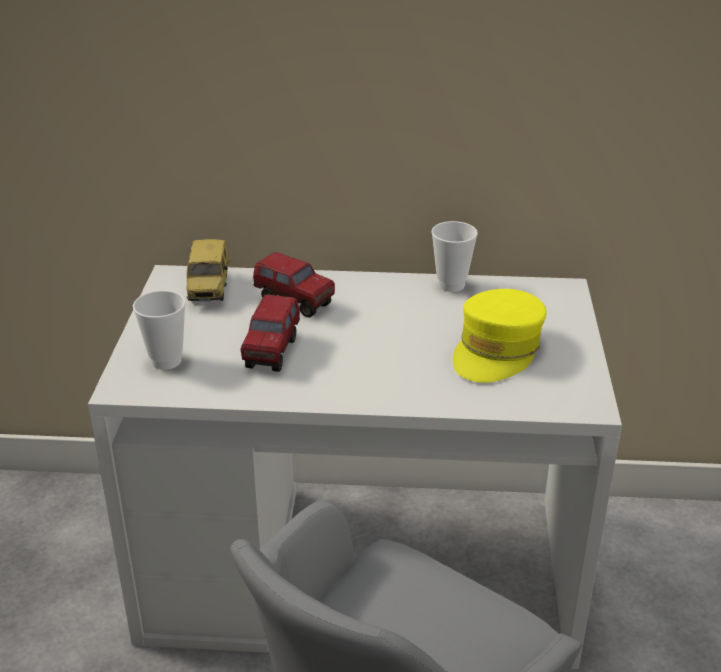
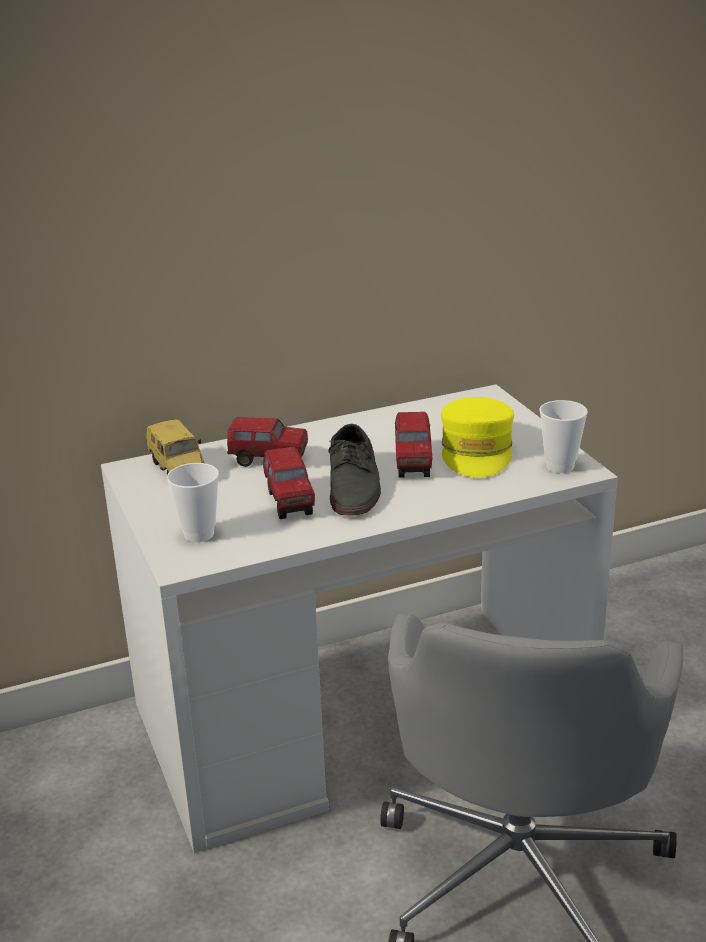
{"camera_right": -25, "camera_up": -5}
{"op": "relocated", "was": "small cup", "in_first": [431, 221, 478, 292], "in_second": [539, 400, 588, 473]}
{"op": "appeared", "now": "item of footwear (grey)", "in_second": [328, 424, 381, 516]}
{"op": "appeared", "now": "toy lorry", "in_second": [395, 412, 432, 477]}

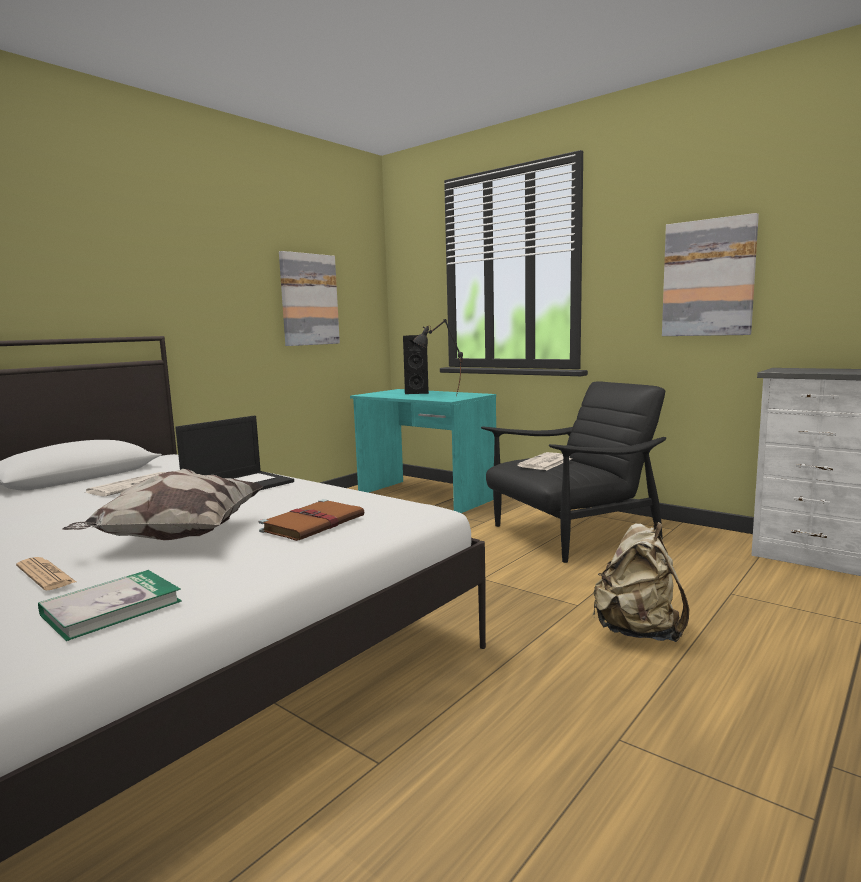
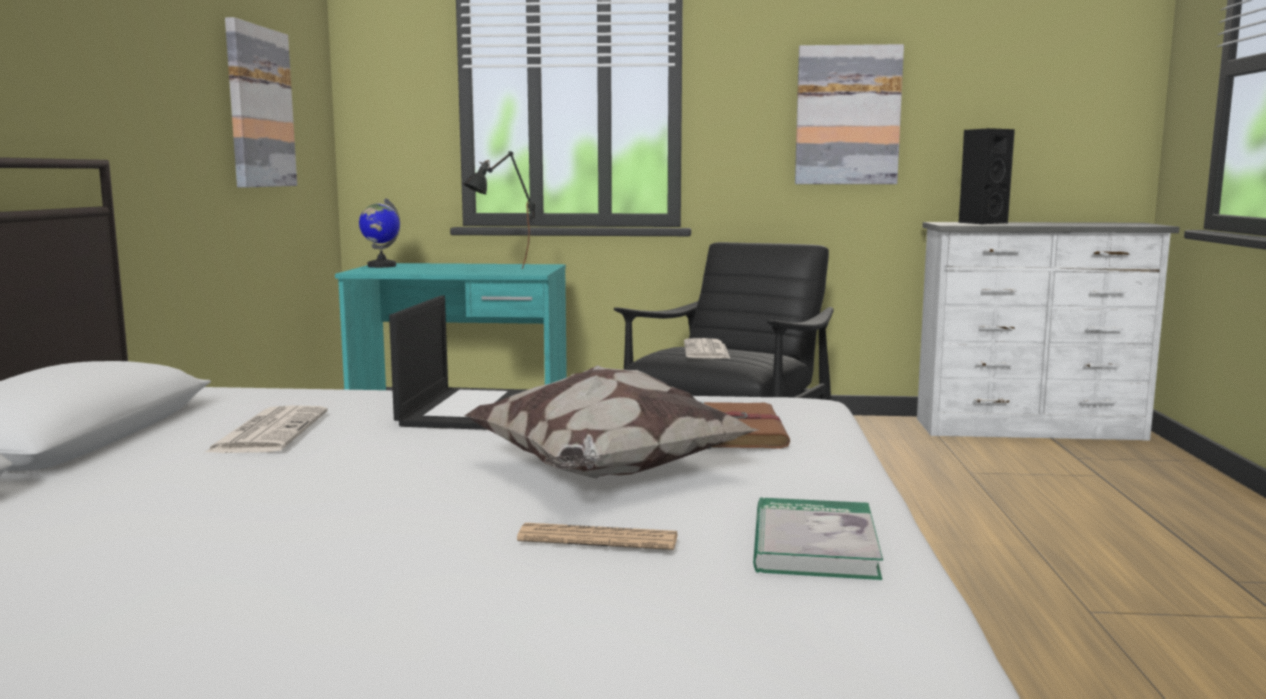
{"camera_right": -35, "camera_up": 0}
{"op": "relocated", "was": "audio speaker (blackish)", "in_first": [403, 335, 429, 394], "in_second": [959, 128, 1015, 224]}
{"op": "missing", "was": "rucksack (beige)", "in_first": [592, 522, 689, 642]}
{"op": "appeared", "now": "desk globe", "in_second": [359, 198, 400, 268]}

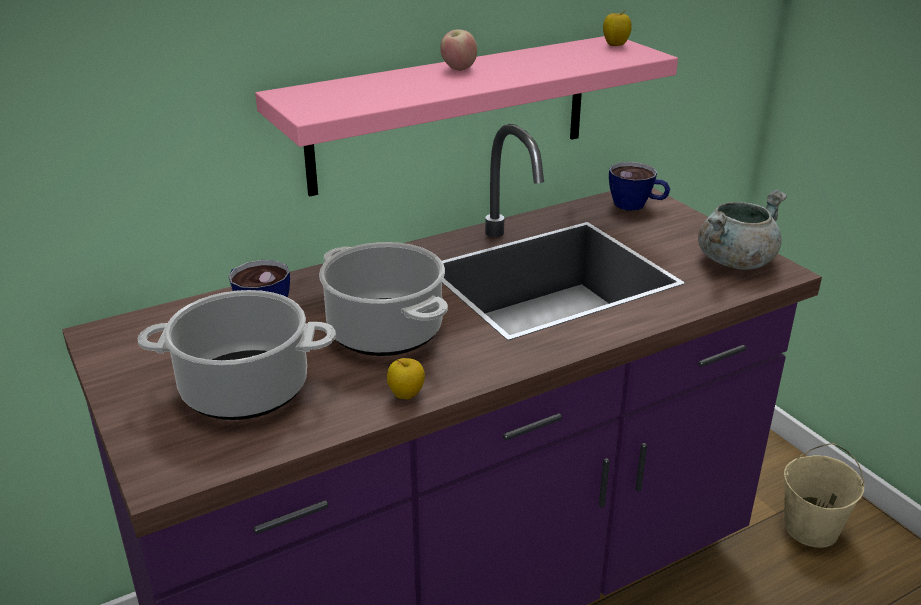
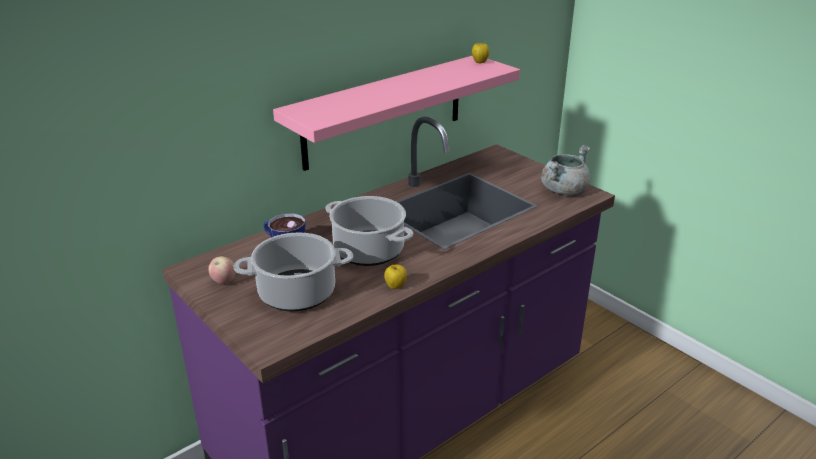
{"camera_right": -10, "camera_up": 0}
{"op": "relocated", "was": "whole apple", "in_first": [440, 29, 477, 71], "in_second": [208, 256, 236, 284]}
{"op": "missing", "was": "small cup", "in_first": [609, 162, 670, 211]}
{"op": "missing", "was": "pail (beige)", "in_first": [784, 443, 865, 548]}

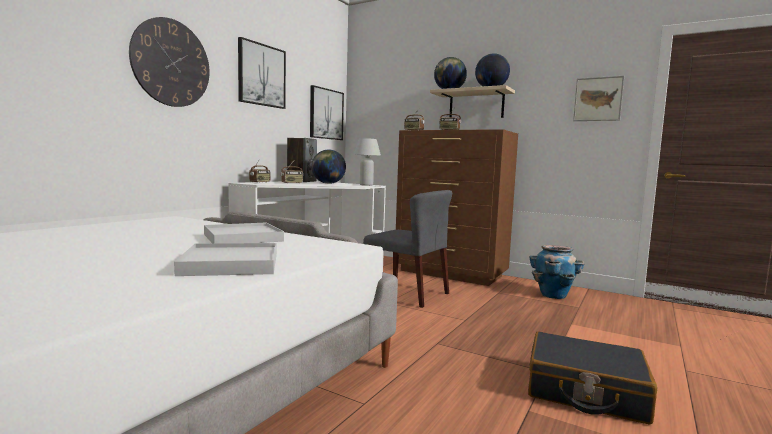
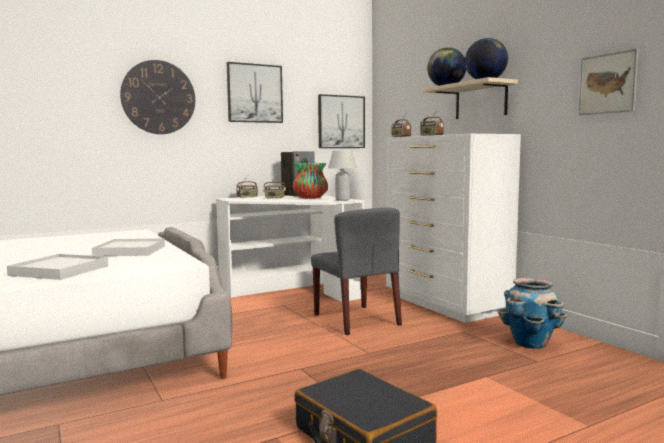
{"camera_right": 30, "camera_up": 0}
{"op": "exchanged", "was": "desk globe", "now": "flower vase", "in_first": [312, 150, 346, 184], "in_second": [293, 163, 328, 199]}
{"op": "colour", "was": "chest of drawers (brown)", "now": "chest of drawers (white-coloured)", "in_first": [396, 129, 518, 286], "in_second": [386, 134, 521, 323]}

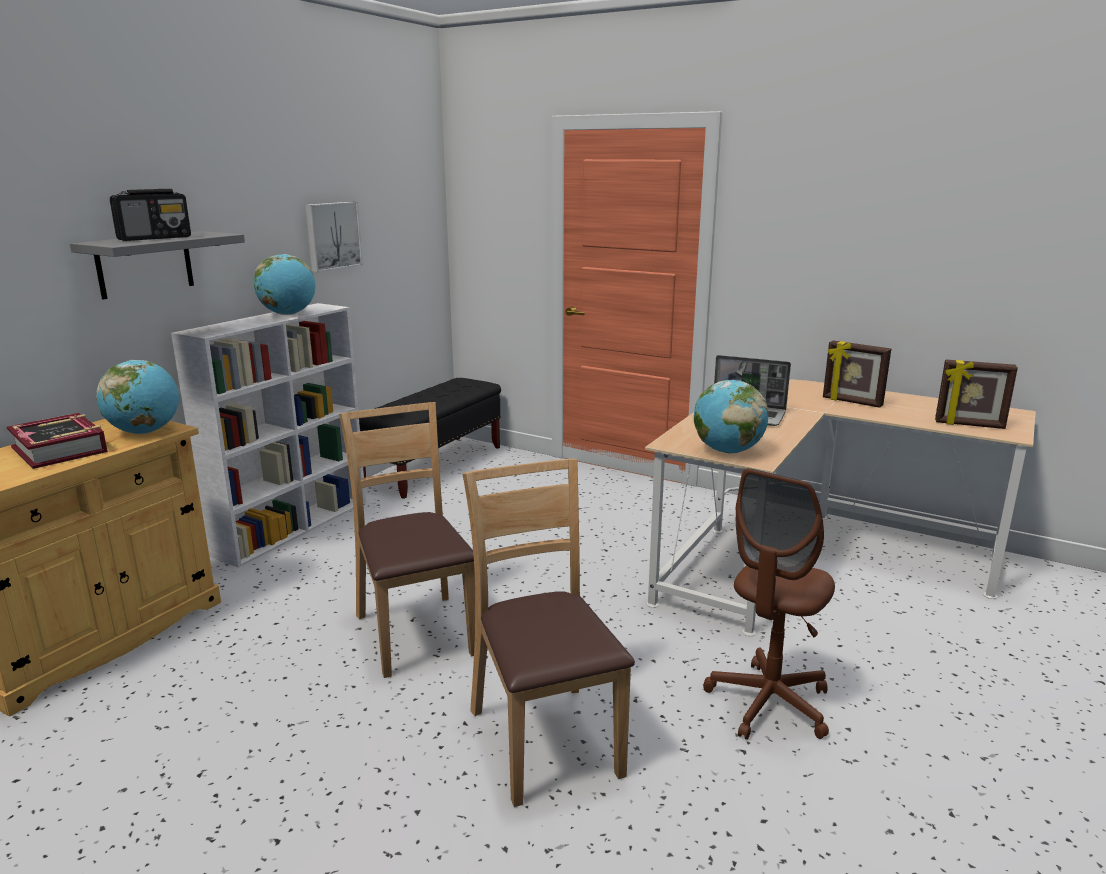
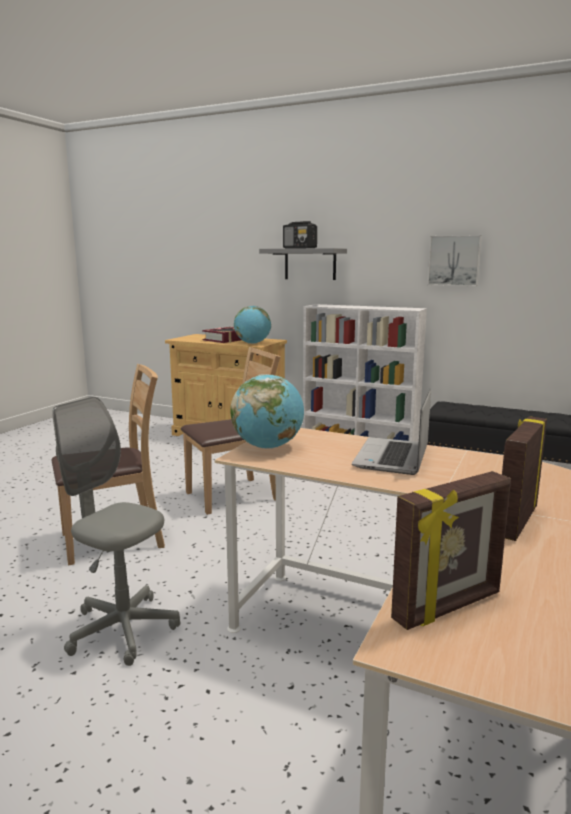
{"camera_right": 85, "camera_up": -5}
{"op": "missing", "was": "desk globe", "in_first": [254, 254, 315, 315]}
{"op": "colour", "was": "desk chair (brown)", "now": "desk chair (grey)", "in_first": [703, 468, 835, 740], "in_second": [52, 397, 180, 666]}
{"op": "spun", "was": "photo frame", "in_first": [935, 360, 1018, 429], "in_second": [391, 471, 511, 630], "clockwise": -135}

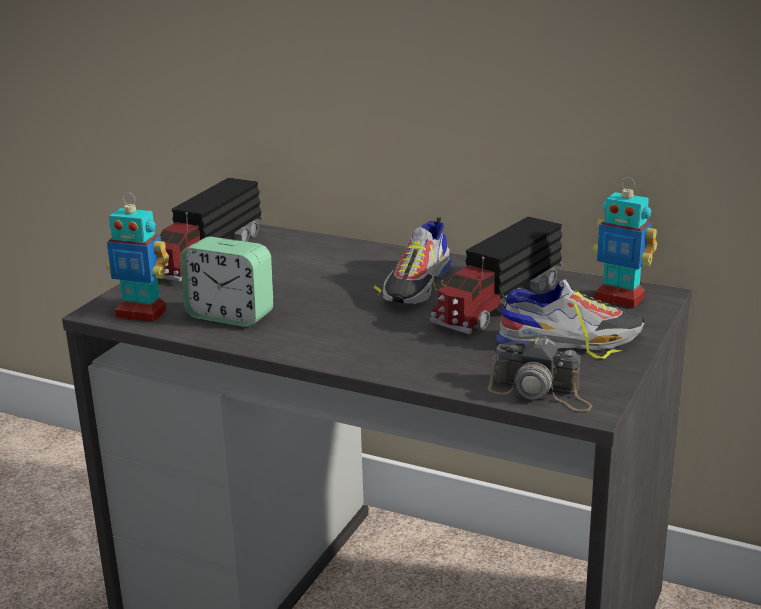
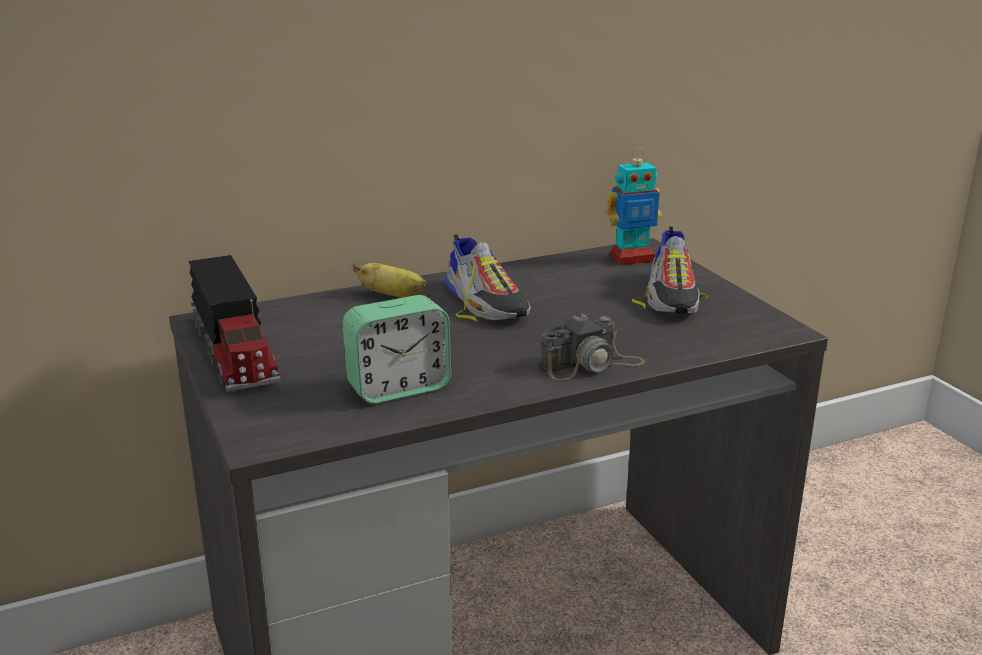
{"camera_right": -50, "camera_up": 0}
{"op": "missing", "was": "model robot", "in_first": [106, 192, 169, 322]}
{"op": "missing", "was": "toy lorry", "in_first": [429, 216, 563, 334]}
{"op": "relocated", "was": "still camera", "in_first": [488, 338, 592, 411], "in_second": [541, 314, 645, 380]}
{"op": "spun", "was": "item of footwear", "in_first": [496, 279, 645, 359], "in_second": [632, 227, 708, 314], "clockwise": 150}
{"op": "appeared", "now": "banana", "in_second": [353, 262, 426, 297]}

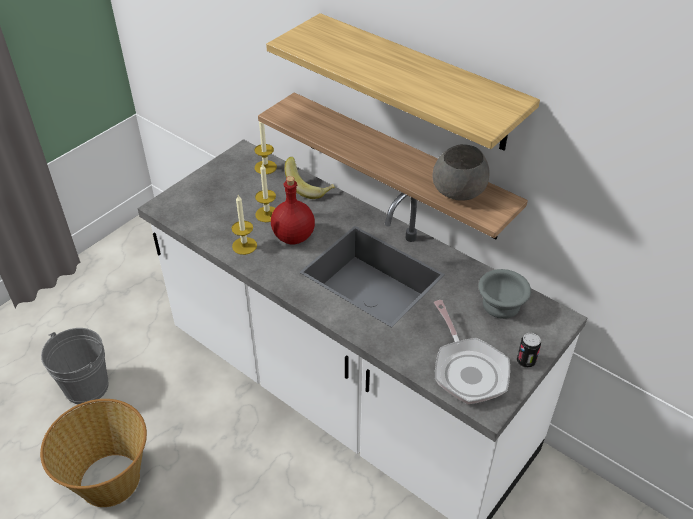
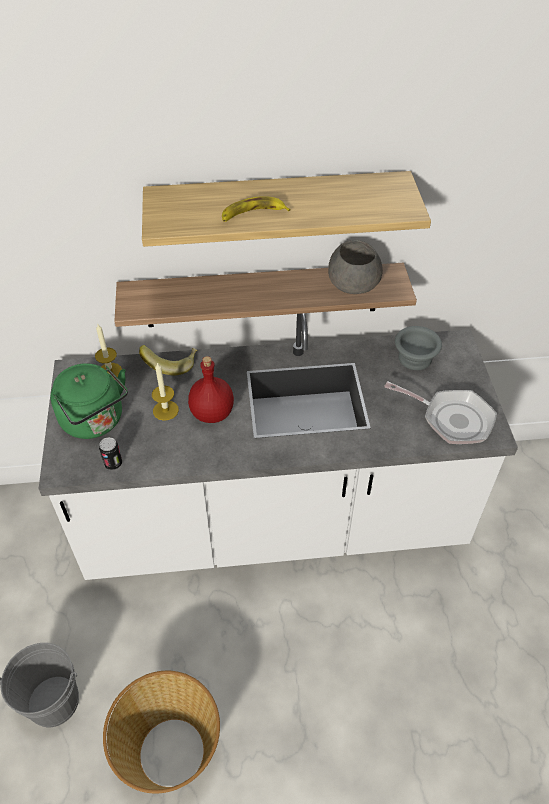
{"camera_right": -45, "camera_up": 5}
{"op": "missing", "was": "candle", "in_first": [232, 195, 257, 255]}
{"op": "relocated", "was": "metal can", "in_first": [517, 333, 541, 368], "in_second": [99, 437, 122, 470]}
{"op": "appeared", "now": "kettle (greenish)", "in_second": [51, 363, 128, 439]}
{"op": "appeared", "now": "banana", "in_second": [222, 196, 291, 222]}

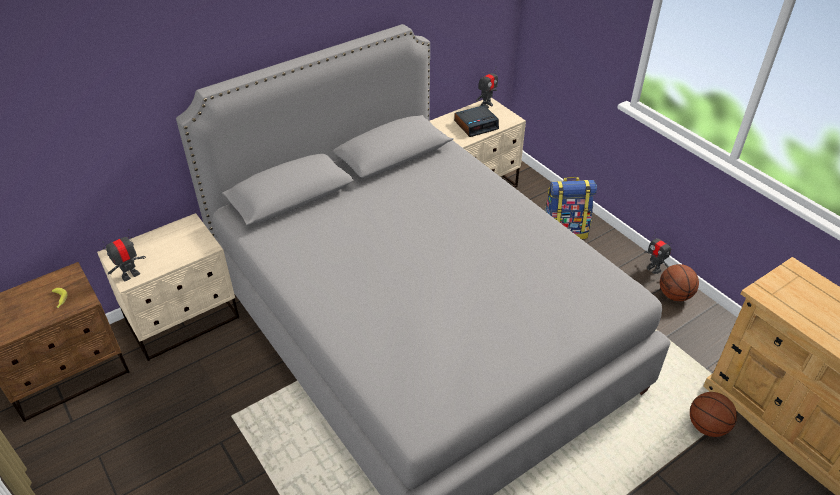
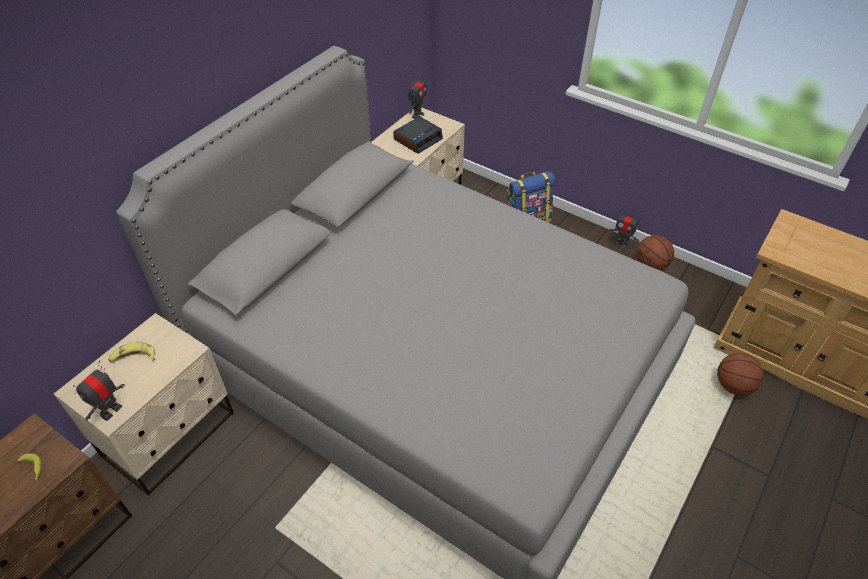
{"camera_right": -20, "camera_up": 5}
{"op": "appeared", "now": "banana", "in_second": [108, 341, 155, 363]}

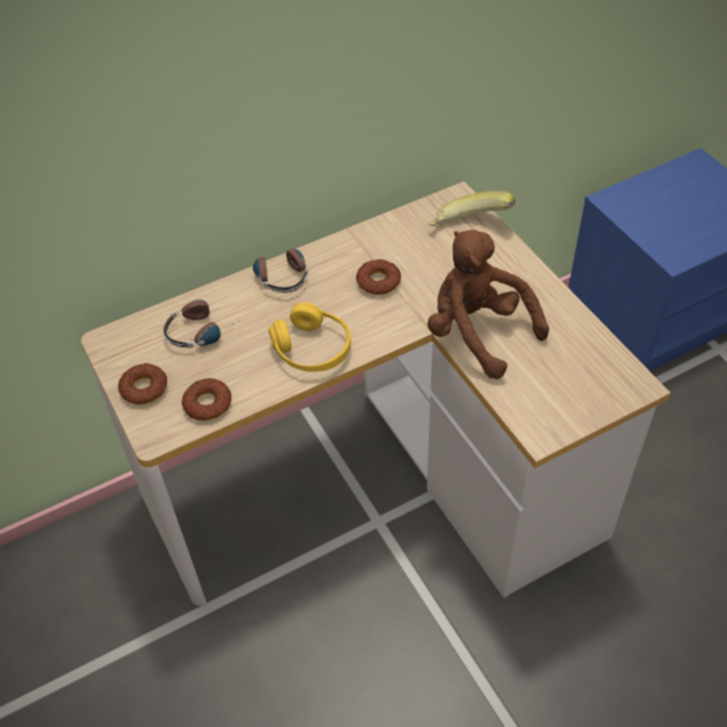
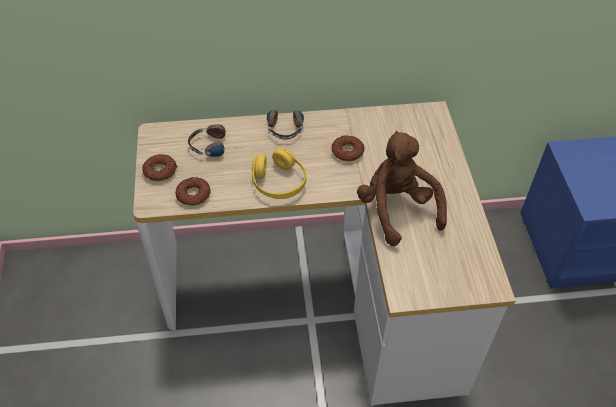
{"camera_right": 20, "camera_up": 0}
{"op": "missing", "was": "banana", "in_first": [428, 191, 515, 226]}

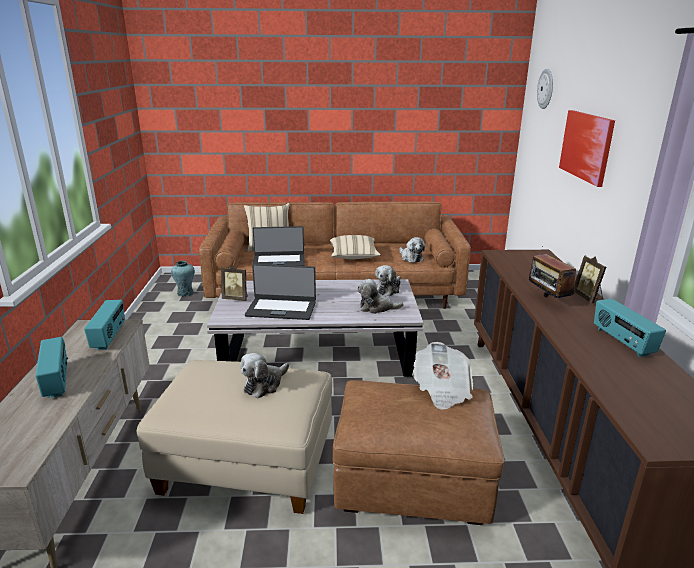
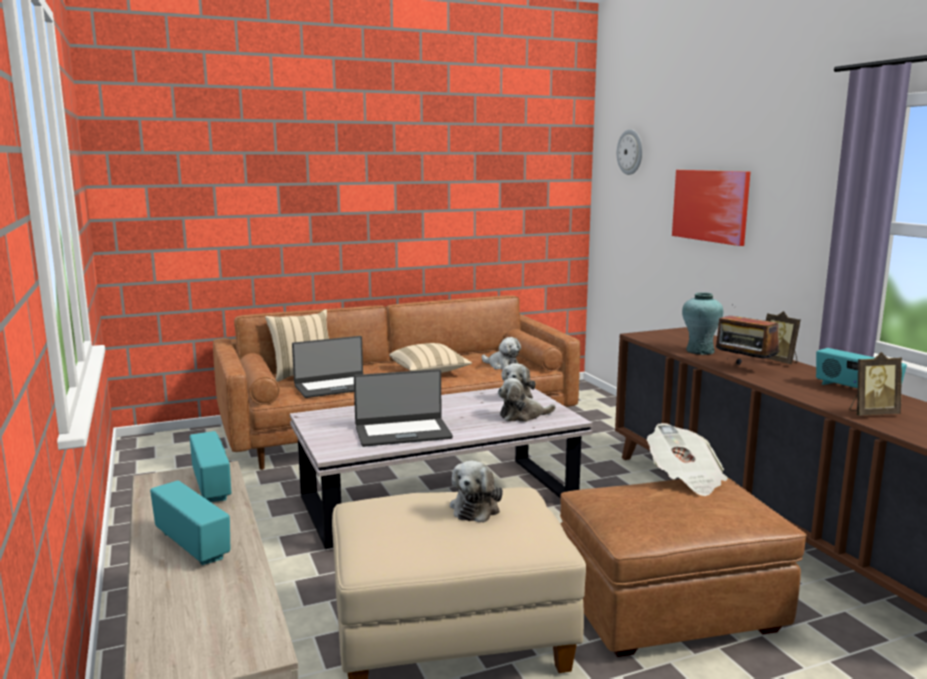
{"camera_right": -20, "camera_up": -10}
{"op": "relocated", "was": "flower vase (blue-green)", "in_first": [171, 261, 195, 296], "in_second": [682, 292, 723, 355]}
{"op": "relocated", "was": "photo frame", "in_first": [221, 265, 248, 301], "in_second": [850, 352, 902, 416]}

